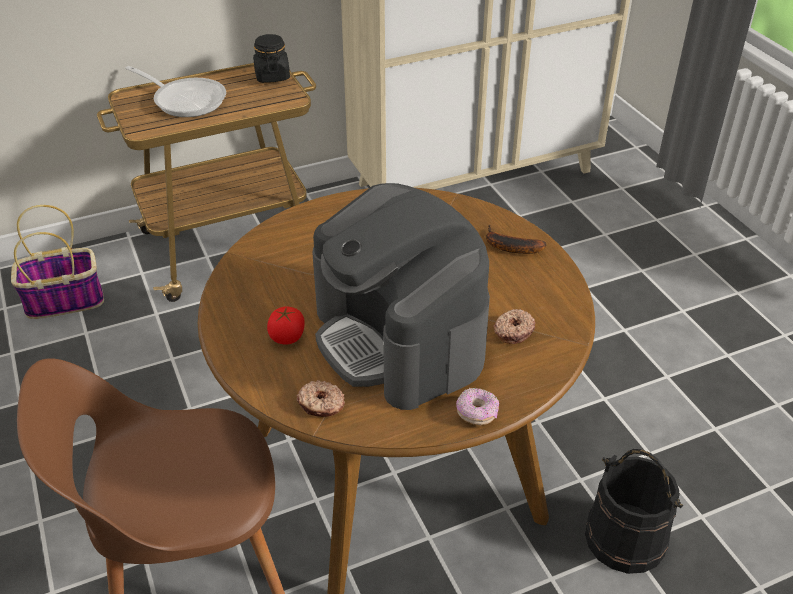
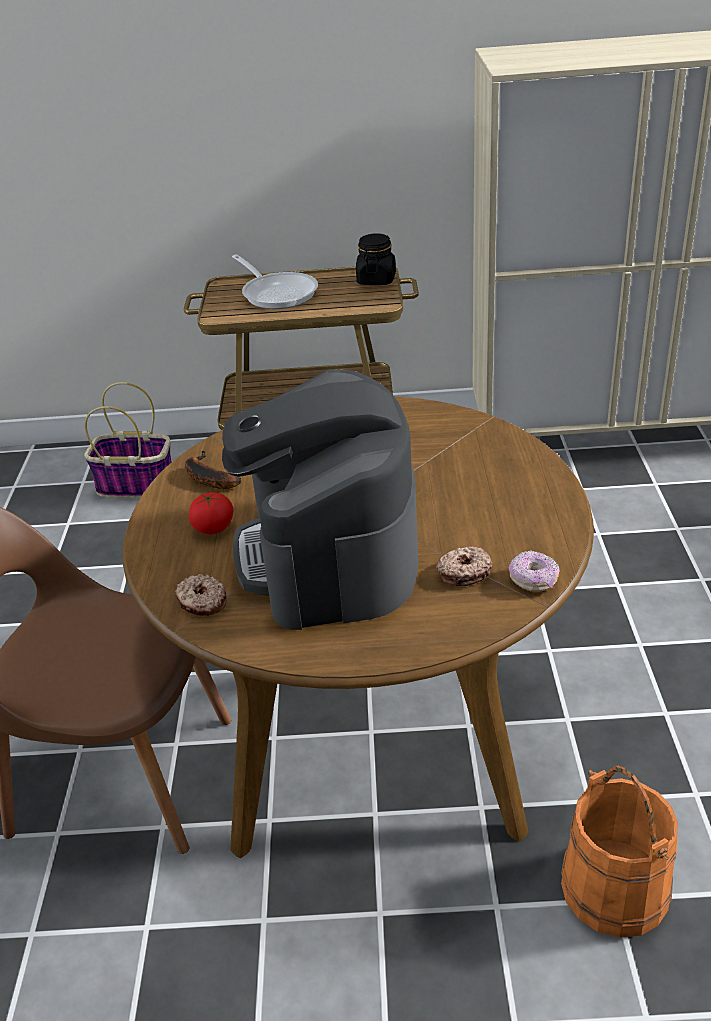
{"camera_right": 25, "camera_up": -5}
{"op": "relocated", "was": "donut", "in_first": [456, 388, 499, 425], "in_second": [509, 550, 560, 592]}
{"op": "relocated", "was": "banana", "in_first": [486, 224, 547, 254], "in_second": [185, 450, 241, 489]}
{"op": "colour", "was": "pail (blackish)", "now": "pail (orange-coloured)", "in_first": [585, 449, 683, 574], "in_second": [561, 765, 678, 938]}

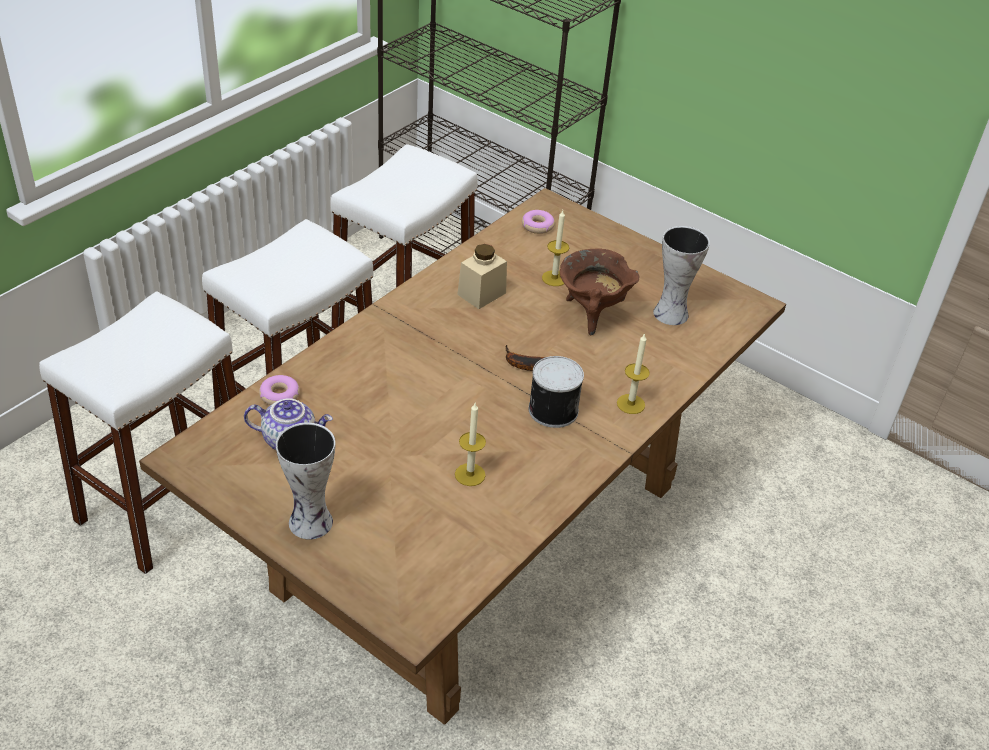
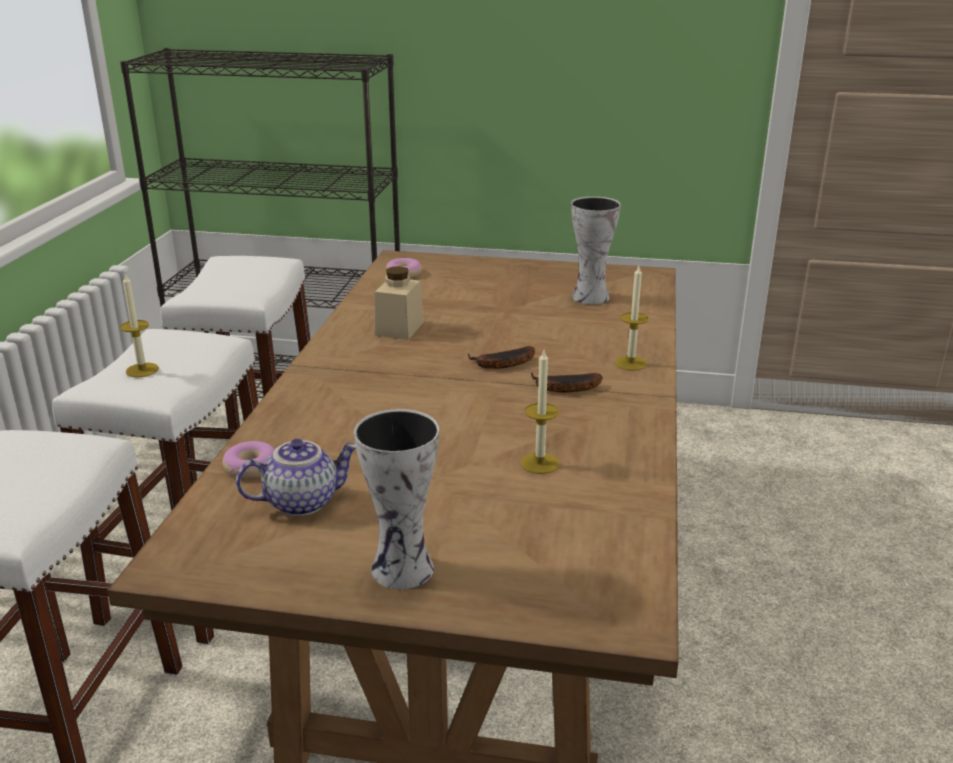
{"camera_right": -25, "camera_up": -15}
{"op": "exchanged", "was": "metal can", "now": "banana", "in_first": [529, 356, 584, 428], "in_second": [531, 372, 603, 392]}
{"op": "relocated", "was": "candle", "in_first": [542, 210, 569, 286], "in_second": [120, 273, 159, 377]}
{"op": "missing", "was": "saucepot (brown)", "in_first": [560, 249, 639, 335]}

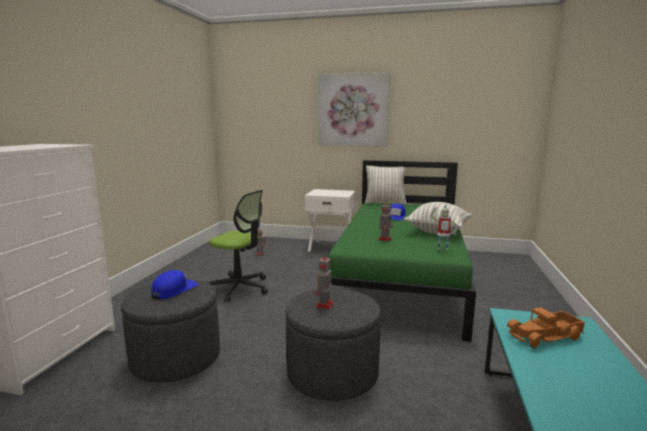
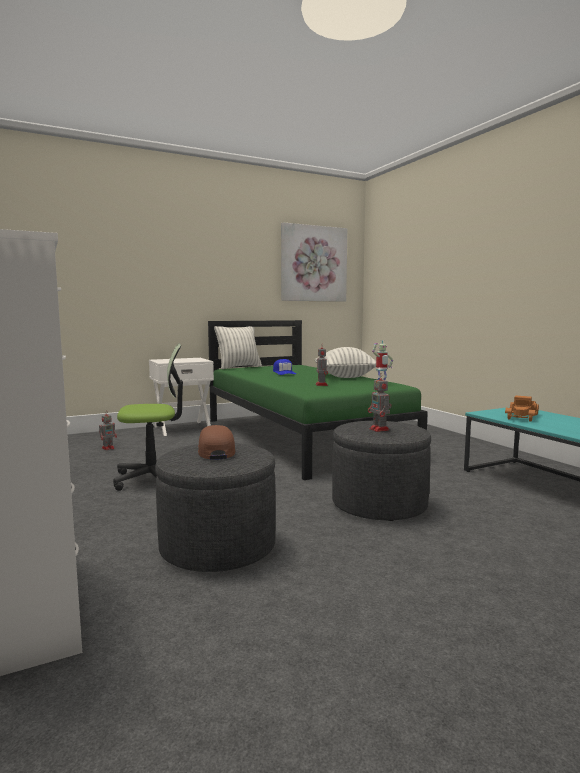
{"camera_right": -40, "camera_up": -5}
{"op": "colour", "was": "cap (blue-coloured)", "now": "cap (brown)", "in_first": [151, 270, 198, 299], "in_second": [198, 425, 235, 460]}
{"op": "relocated", "was": "wall picture", "in_first": [318, 72, 390, 147], "in_second": [281, 222, 347, 302]}

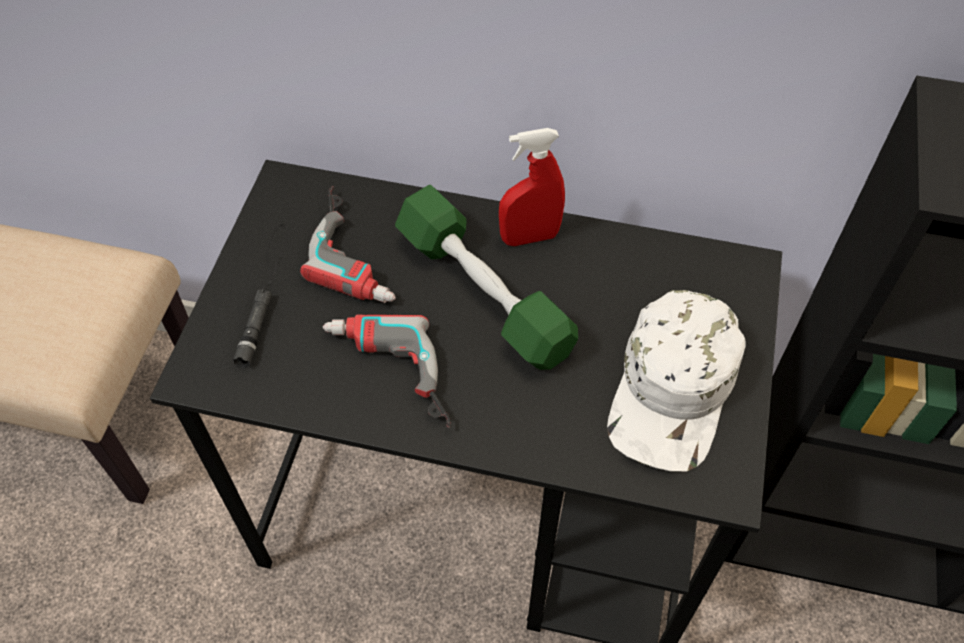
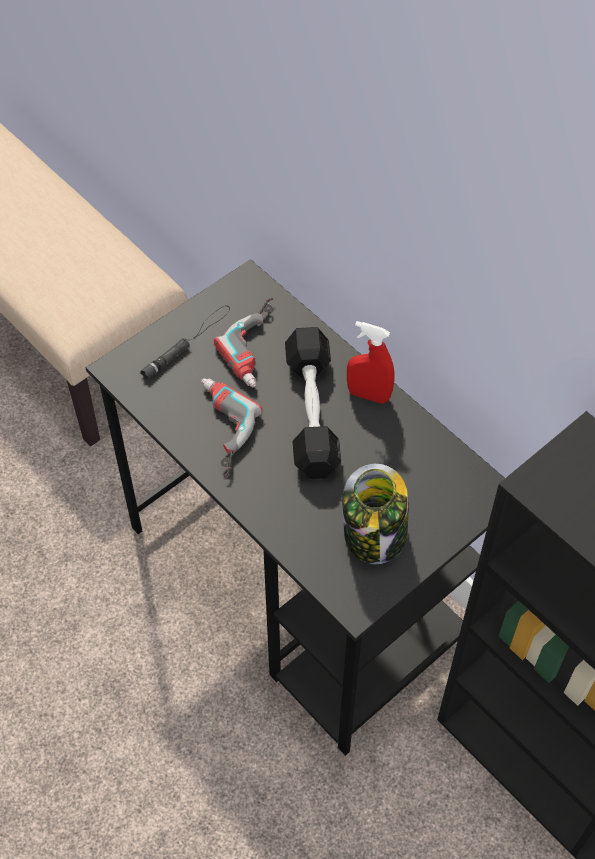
{"camera_right": 35, "camera_up": 0}
{"op": "colour", "was": "free weight (greenish)", "now": "free weight (blackish)", "in_first": [395, 185, 578, 370], "in_second": [285, 327, 341, 479]}
{"op": "exchanged", "was": "cap (white-coloured)", "now": "storage jar", "in_first": [607, 290, 746, 472], "in_second": [342, 464, 408, 564]}

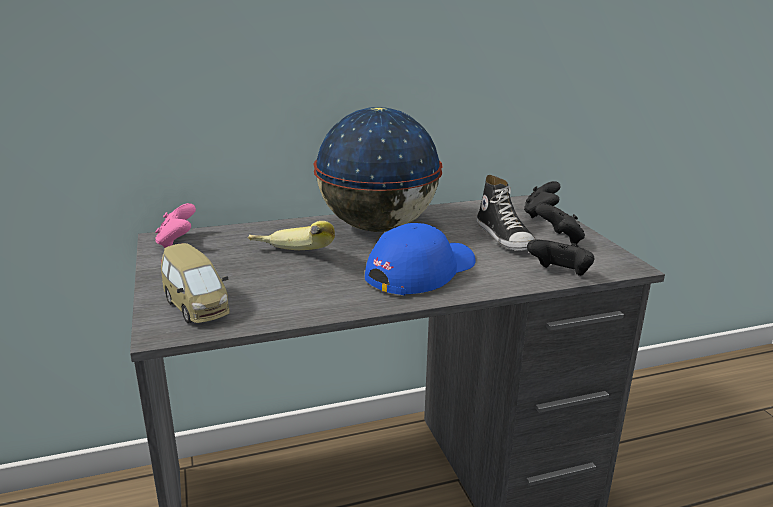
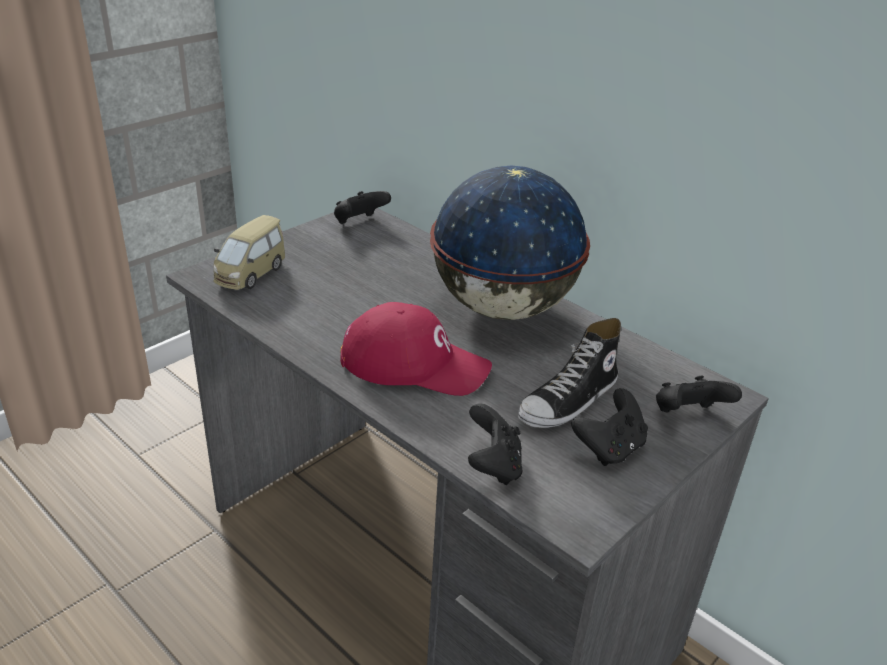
{"camera_right": 60, "camera_up": 10}
{"op": "colour", "was": "game controller (pink-coloured)", "now": "game controller (blackish)", "in_first": [155, 203, 196, 248], "in_second": [334, 191, 391, 224]}
{"op": "missing", "was": "banana", "in_first": [248, 221, 335, 250]}
{"op": "colour", "was": "cap (blue-coloured)", "now": "cap (reddish)", "in_first": [365, 223, 475, 296], "in_second": [340, 302, 492, 396]}

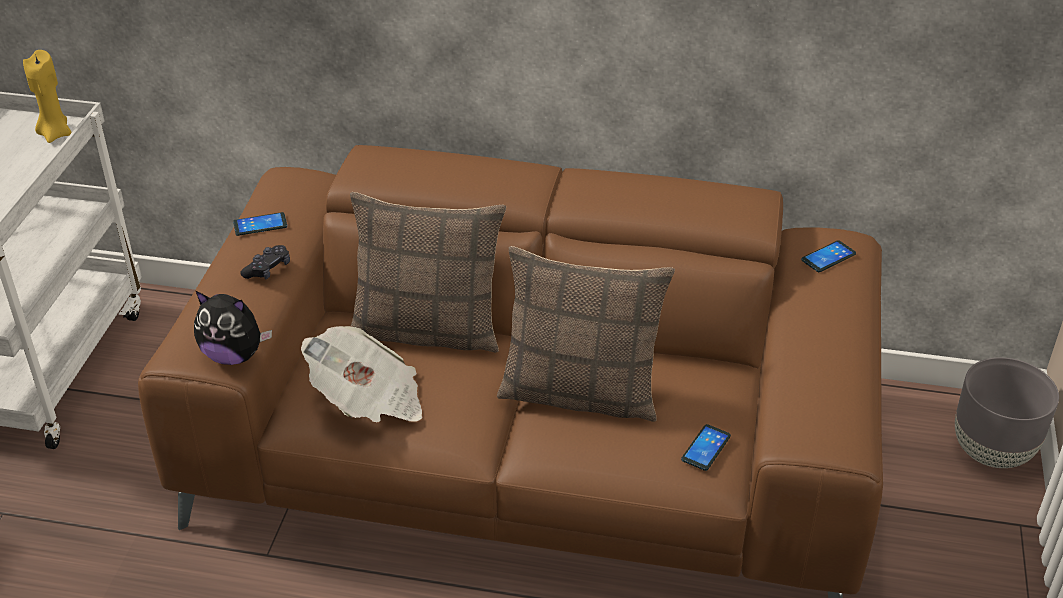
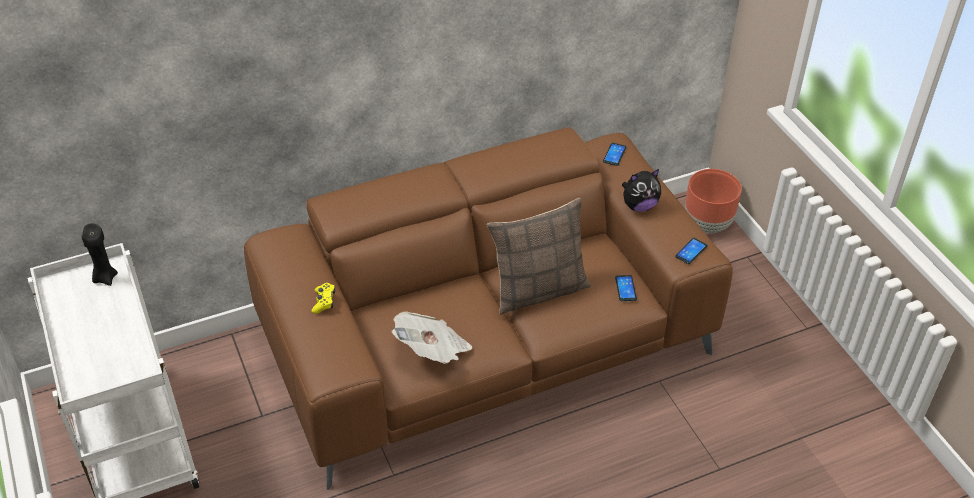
{"camera_right": -35, "camera_up": 5}
{"op": "colour", "was": "candle (yellowish)", "now": "candle (blackish)", "in_first": [23, 50, 72, 143], "in_second": [82, 223, 118, 286]}
{"op": "relocated", "was": "soft toy", "in_first": [194, 291, 272, 365], "in_second": [622, 169, 661, 212]}
{"op": "relocated", "was": "telephone", "in_first": [233, 212, 287, 236], "in_second": [675, 238, 708, 264]}
{"op": "colour", "was": "game controller (blackish)", "now": "game controller (yellowish)", "in_first": [240, 245, 290, 280], "in_second": [312, 283, 335, 314]}
{"op": "missing", "was": "pillow", "in_first": [350, 192, 506, 353]}
{"op": "colour", "was": "planter (grey)", "now": "planter (brown)", "in_first": [955, 357, 1059, 468], "in_second": [685, 169, 742, 233]}

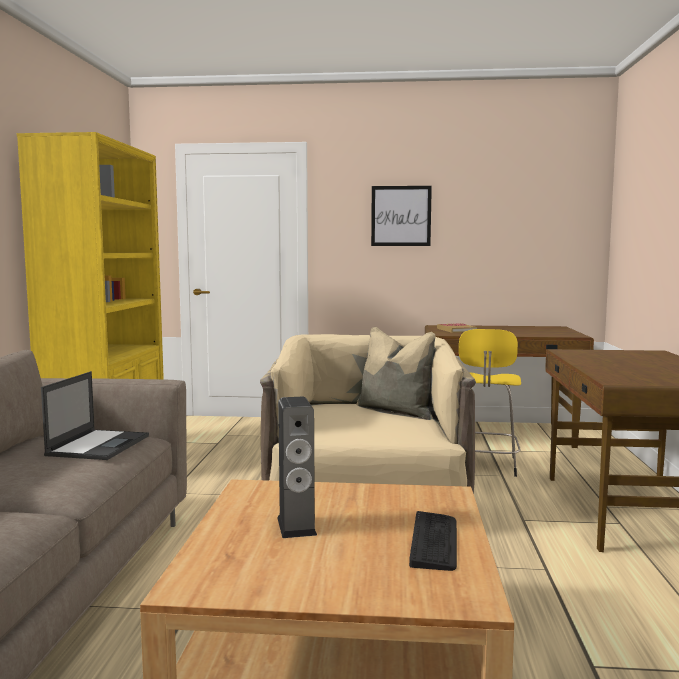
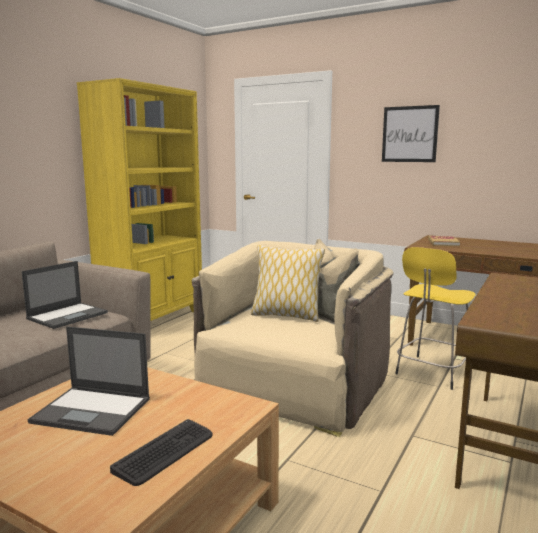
{"camera_right": 25, "camera_up": 5}
{"op": "exchanged", "was": "audio speaker", "now": "notebook computer", "in_first": [277, 397, 317, 538], "in_second": [28, 326, 150, 436]}
{"op": "appeared", "now": "pillow", "in_second": [251, 245, 325, 322]}

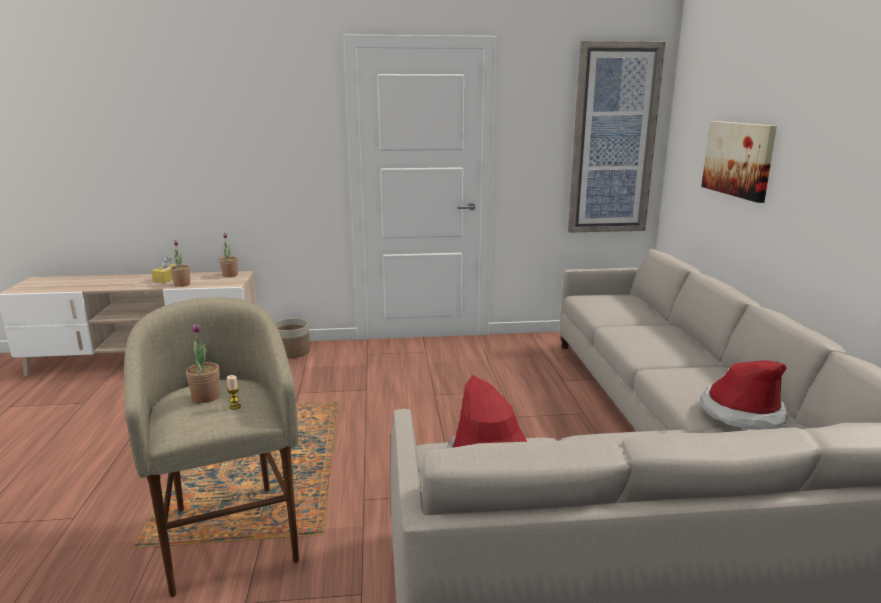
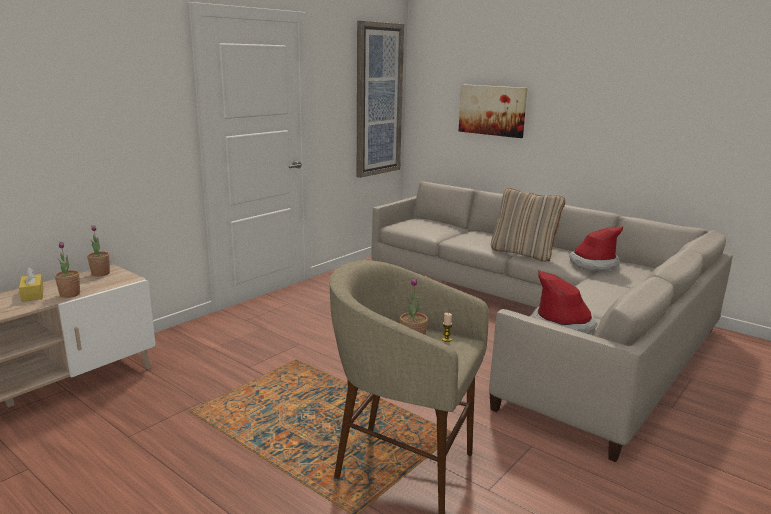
{"camera_right": -45, "camera_up": 0}
{"op": "missing", "was": "planter", "in_first": [275, 318, 310, 358]}
{"op": "appeared", "now": "pillow (beige)", "in_second": [491, 188, 565, 262]}

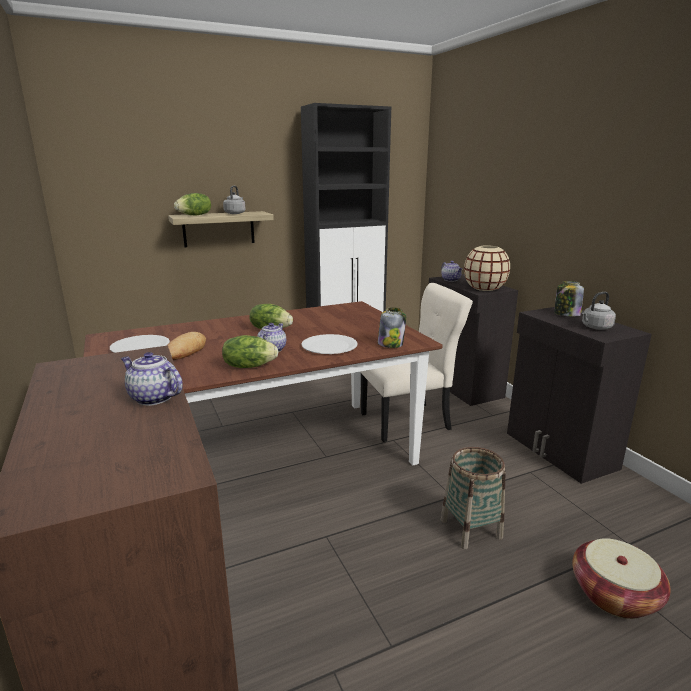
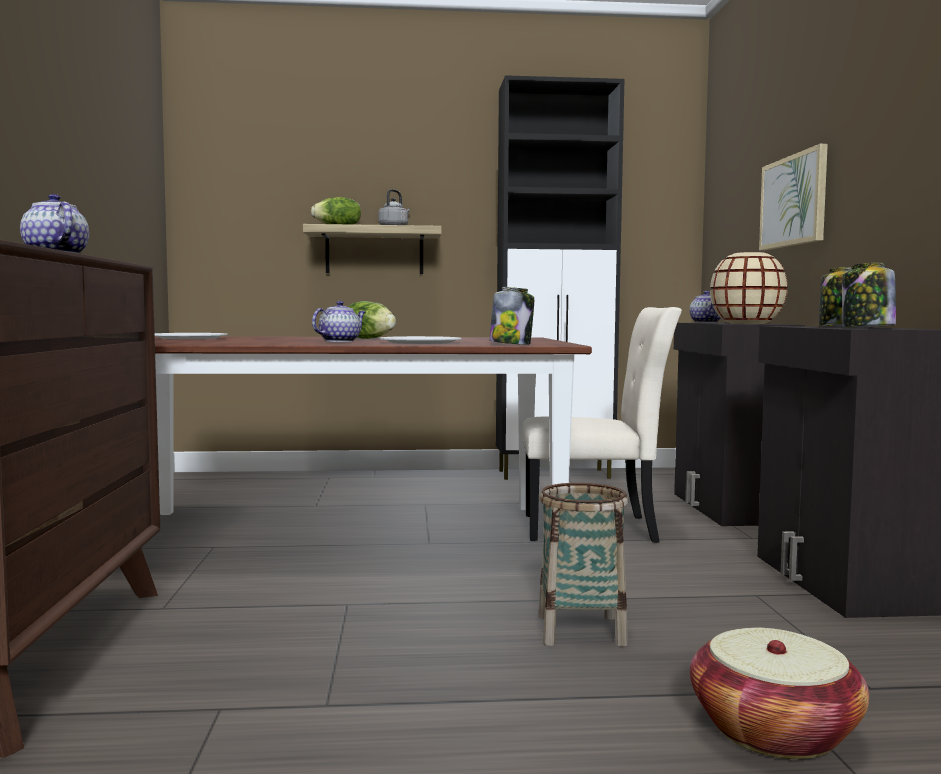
{"camera_right": 20, "camera_up": -15}
{"op": "missing", "was": "bread", "in_first": [167, 332, 206, 360]}
{"op": "missing", "was": "lettuce head", "in_first": [222, 335, 278, 368]}
{"op": "exchanged", "was": "kettle (grey)", "now": "storage jar", "in_first": [581, 292, 616, 330], "in_second": [842, 263, 896, 328]}
{"op": "appeared", "now": "wall picture", "in_second": [759, 144, 828, 250]}

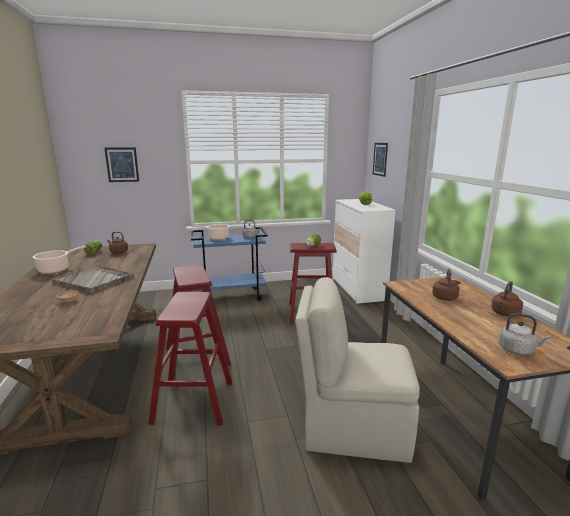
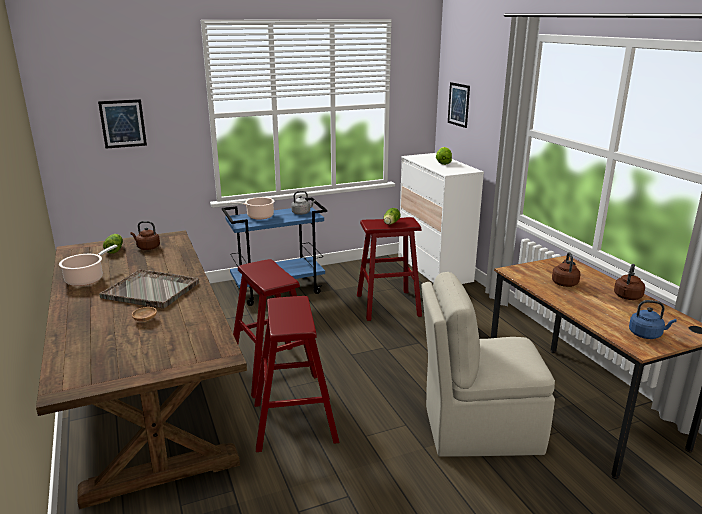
{"camera_right": -10, "camera_up": 5}
{"op": "colour", "was": "kettle (grey)", "now": "kettle (blue-coloured)", "in_first": [498, 313, 551, 355], "in_second": [629, 300, 677, 339]}

